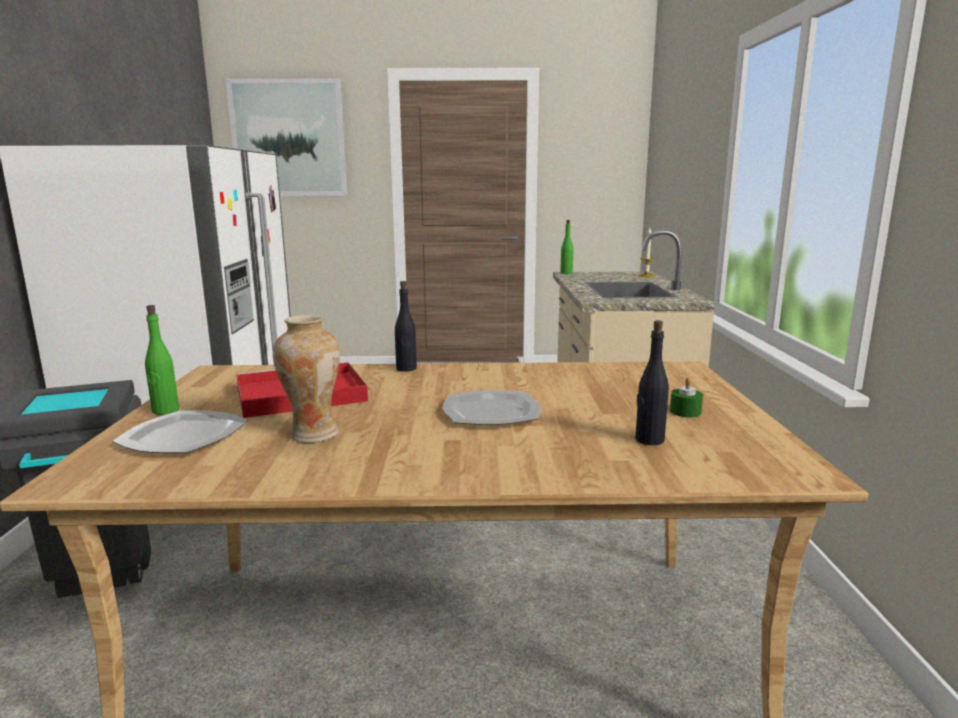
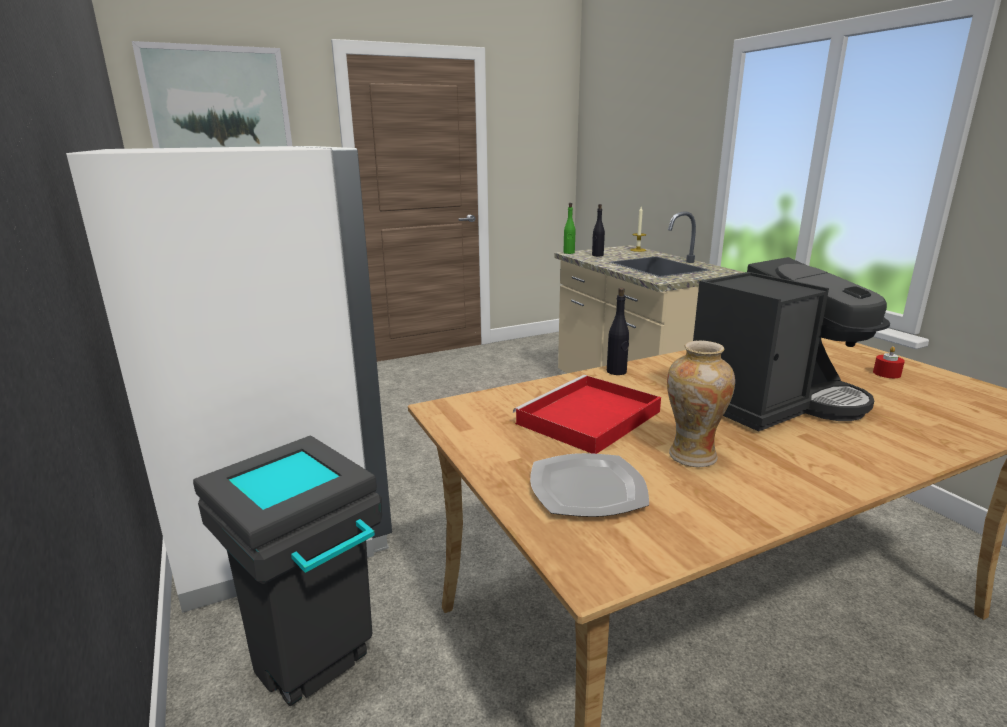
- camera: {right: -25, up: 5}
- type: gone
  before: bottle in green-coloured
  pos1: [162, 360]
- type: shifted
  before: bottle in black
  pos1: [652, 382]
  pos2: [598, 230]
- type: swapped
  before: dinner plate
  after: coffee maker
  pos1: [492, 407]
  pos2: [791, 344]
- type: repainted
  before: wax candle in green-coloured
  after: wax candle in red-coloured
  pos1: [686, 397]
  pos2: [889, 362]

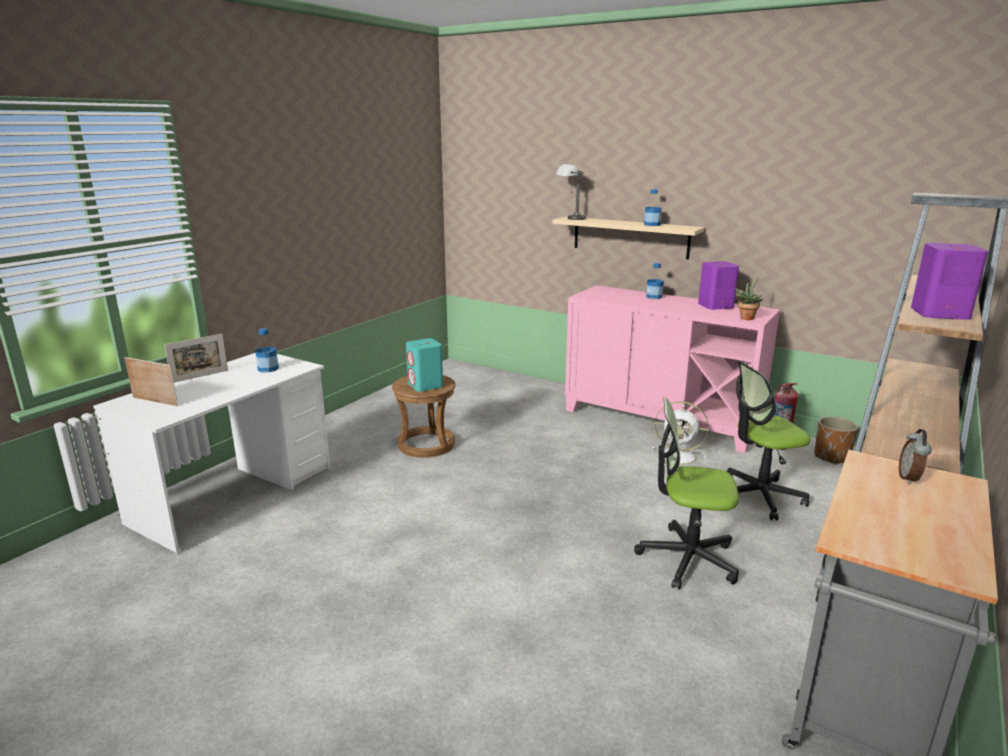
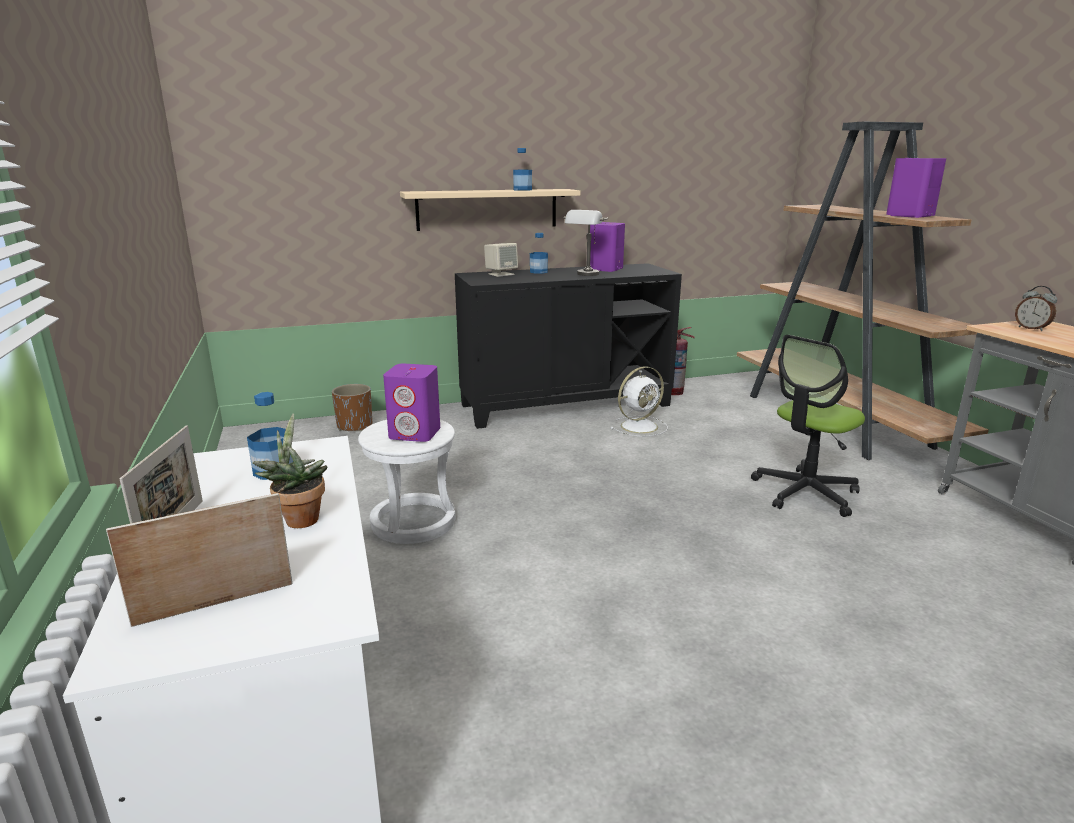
- camera: {right: -50, up: 0}
- type: gone
  before: desk chair
  pos1: [768, 441]
- type: new
  after: loudspeaker in sand-coloured
  pos2: [501, 260]
- type: shifted
  before: tabletop lamp in greyish
  pos1: [571, 192]
  pos2: [586, 243]
- type: shifted
  before: plant in a pot
  pos1: [749, 298]
  pos2: [290, 470]
- type: shifted
  before: flower pot in brown-coloured
  pos1: [836, 441]
  pos2: [352, 407]
- type: repainted
  before: stool seat in brown-coloured
  after: stool seat in whitish
  pos1: [424, 416]
  pos2: [406, 482]
- type: repainted
  before: loudspeaker in blue-green
  after: loudspeaker in purplish
  pos1: [424, 365]
  pos2: [411, 403]
- type: repainted
  before: cabinet in pink-coloured
  after: cabinet in black
  pos1: [672, 369]
  pos2: [568, 346]

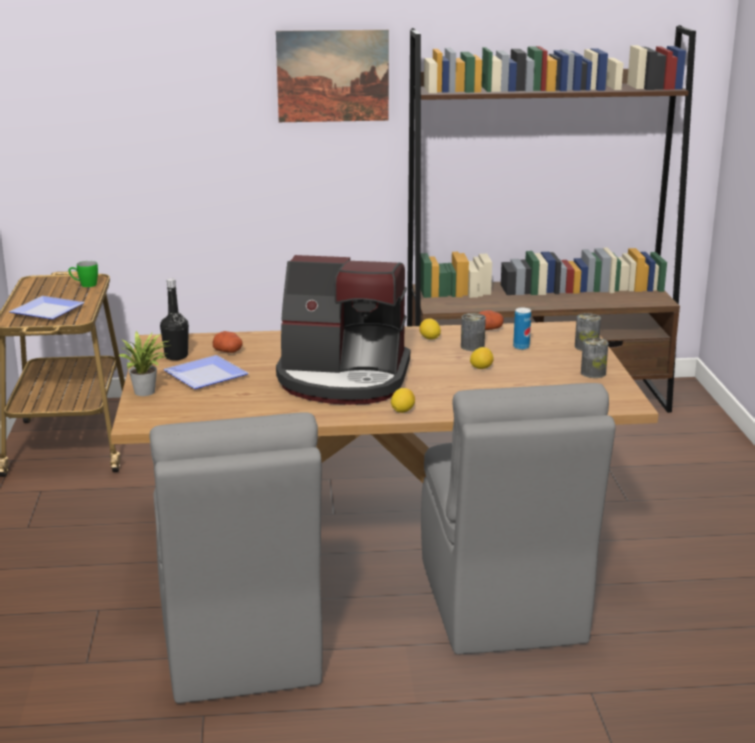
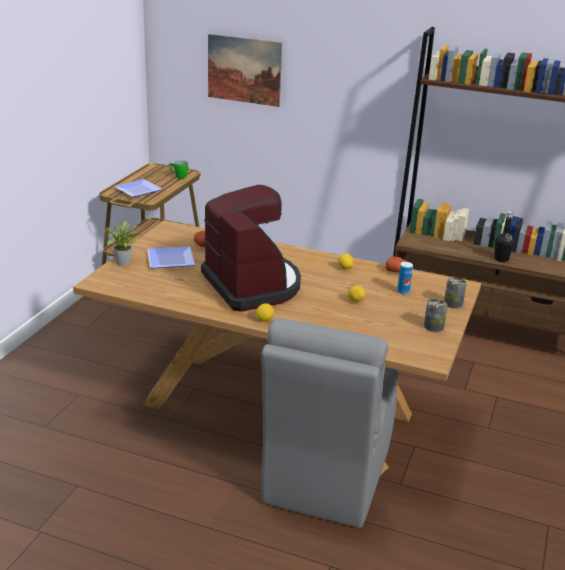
- camera: {right: 25, up: 5}
- type: gone
  before: upright chair in greyish
  pos1: [236, 558]
- type: gone
  before: can
  pos1: [473, 332]
- type: shifted
  before: bottle in black
  pos1: [174, 319]
  pos2: [504, 236]
- type: shifted
  before: picture
  pos1: [332, 76]
  pos2: [245, 70]
- type: rotated
  before: coffee maker
  pos1: [343, 330]
  pos2: [251, 248]
  turn: -150

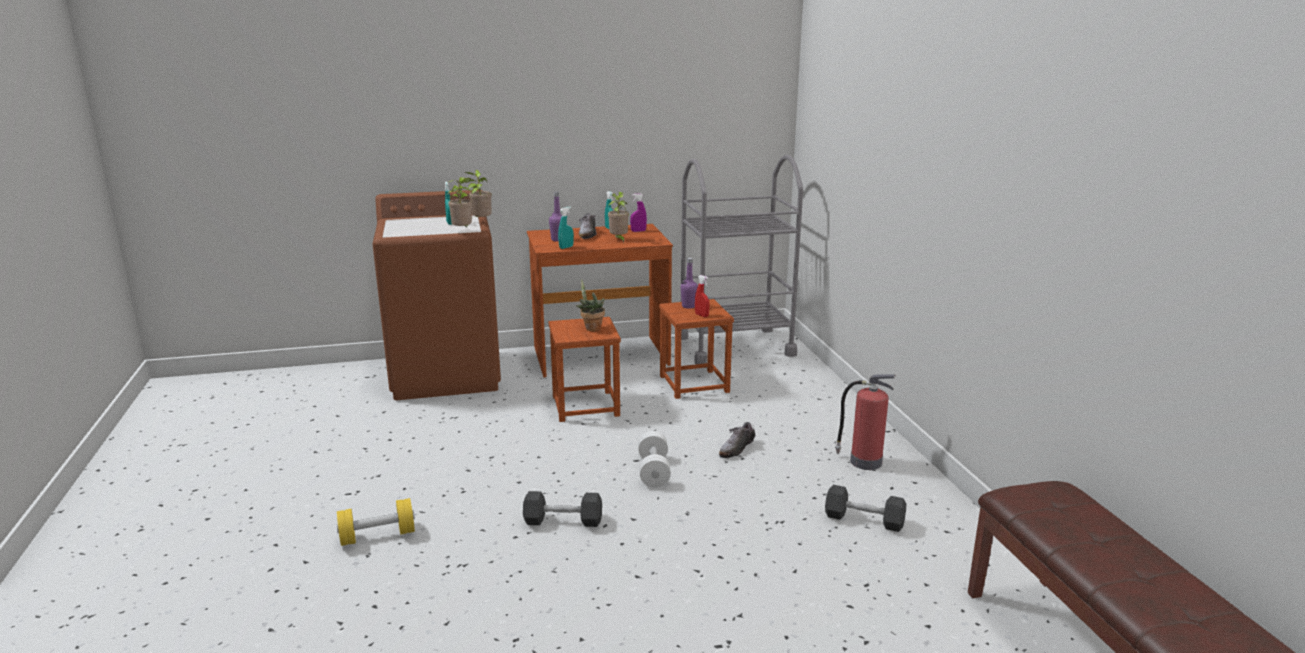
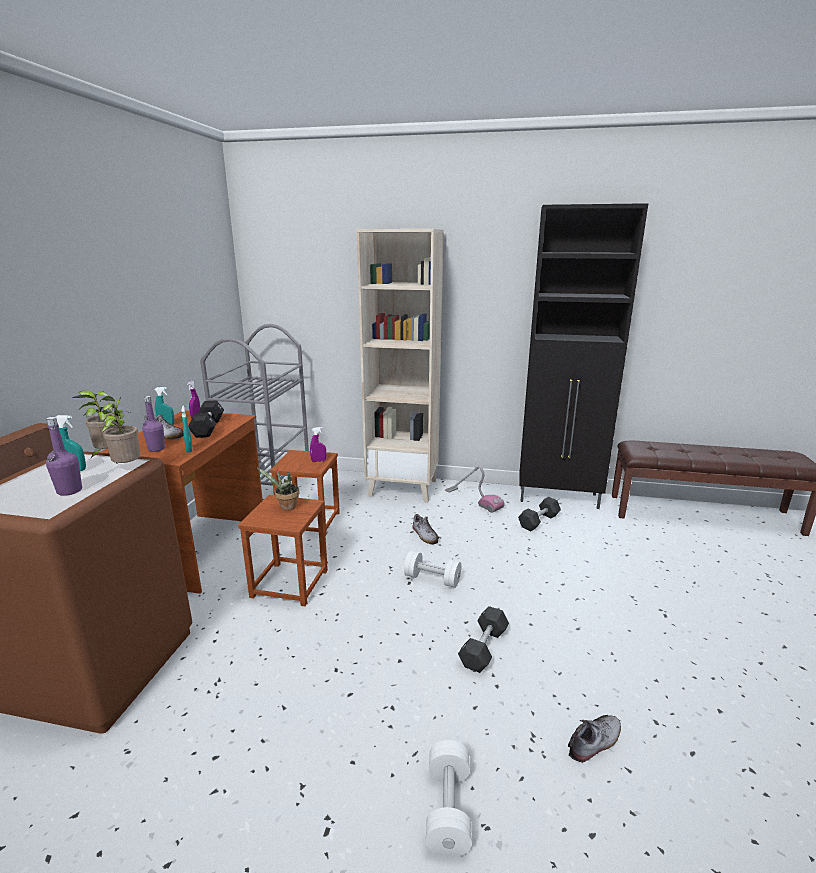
- camera: {right: -65, up: 0}
- type: new
  after: bookcase in sand-coloured
  pos2: [400, 365]
- type: new
  after: cabinet in black
  pos2: [583, 356]
- type: new
  after: shoe
  pos2: [594, 739]
- type: shifted
  before: bottle in purplish
  pos1: [689, 283]
  pos2: [64, 456]
- type: swapped
  before: plant in a pot
  after: free weight in black
  pos1: [618, 217]
  pos2: [206, 419]
- type: swapped
  before: fire-fighting cylinder
  after: vacuum
  pos1: [865, 422]
  pos2: [475, 489]
- type: repainted
  before: free weight in yellow-coloured
  after: free weight in whitish
  pos1: [376, 522]
  pos2: [449, 798]
- type: repainted
  before: spray bottle in red-coloured
  after: spray bottle in purplish
  pos1: [702, 296]
  pos2: [318, 444]

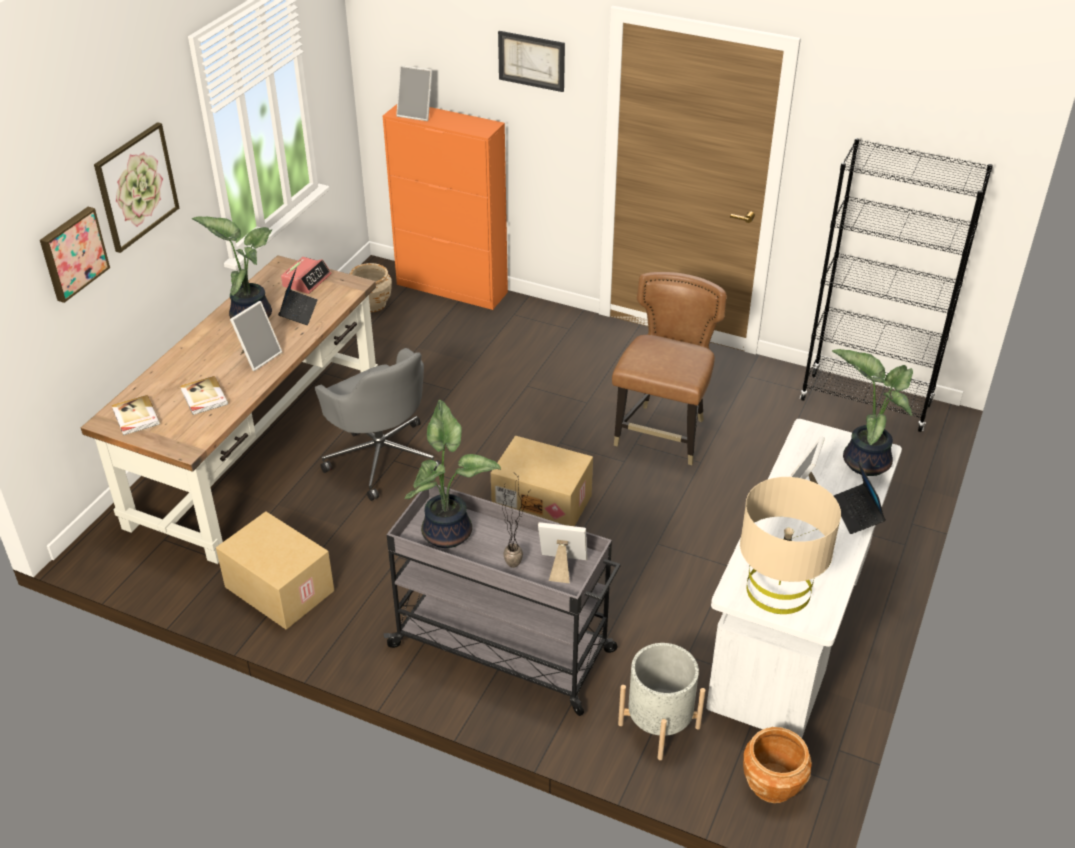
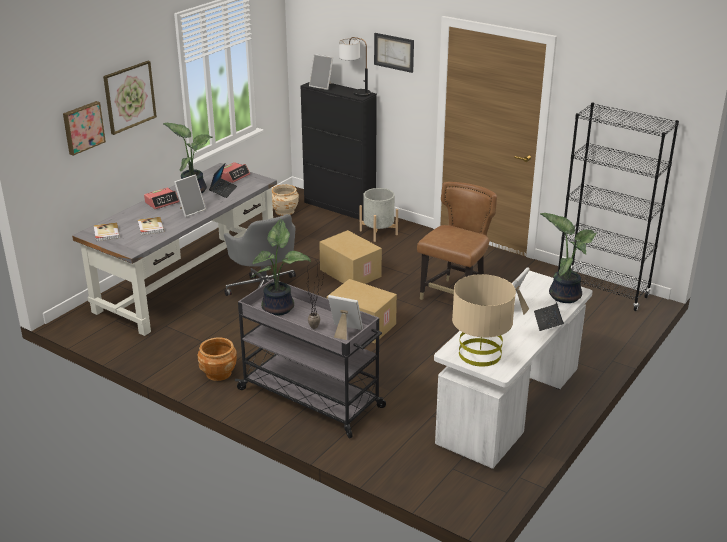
- camera: {right: 10, up: -10}
- type: new
  after: bedside clock
  pos2: [161, 198]
- type: new
  after: tabletop lamp
  pos2: [355, 67]
- type: shifted
  before: packing box
  pos1: [275, 570]
  pos2: [350, 257]
- type: shifted
  before: flower pot in greyish
  pos1: [662, 701]
  pos2: [379, 215]
- type: shifted
  before: flower pot in brown-coloured
  pos1: [777, 765]
  pos2: [217, 359]
- type: repainted
  before: desk unit in brown-coloured
  after: desk unit in greyish
  pos1: [229, 409]
  pos2: [174, 249]
- type: repainted
  before: cabinet in orangey
  after: cabinet in black
  pos1: [445, 207]
  pos2: [338, 151]

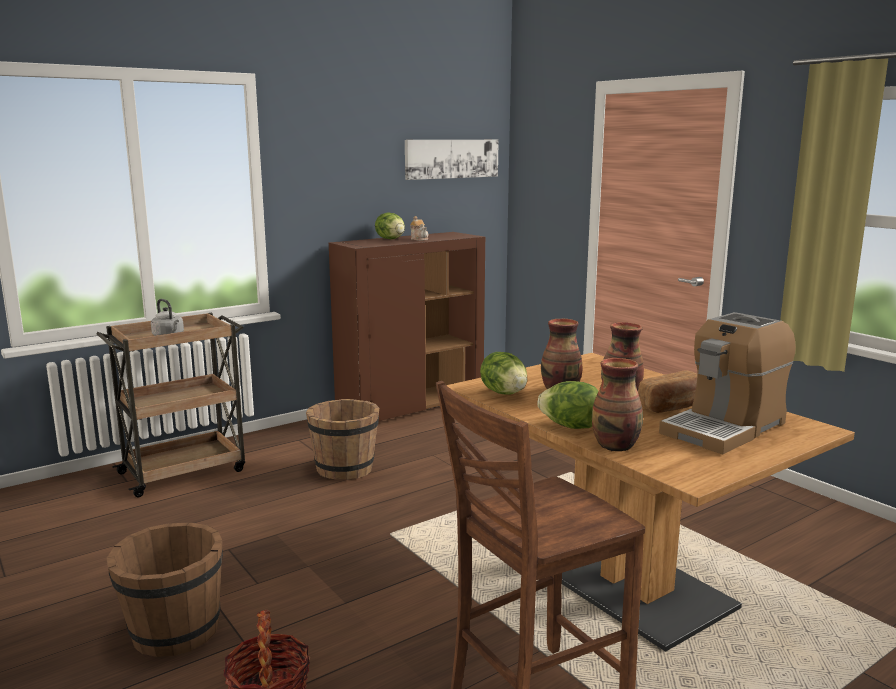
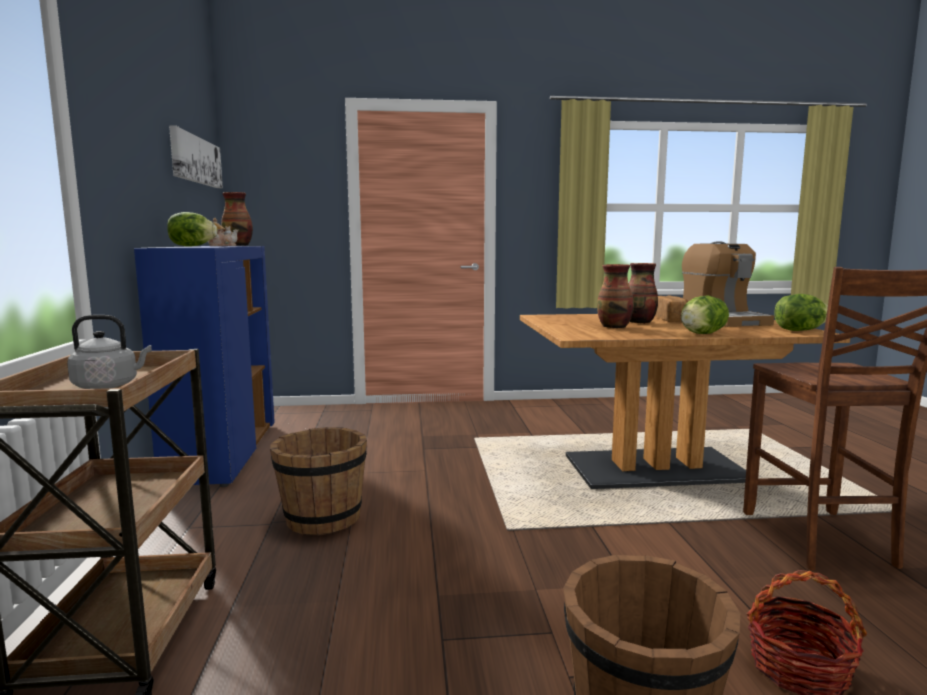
- camera: {right: -60, up: -5}
- type: shifted
  before: lettuce
  pos1: [503, 373]
  pos2: [801, 312]
- type: shifted
  before: decorative vase
  pos1: [617, 404]
  pos2: [237, 219]
- type: repainted
  before: cabinet in brown-coloured
  after: cabinet in bluish
  pos1: [407, 326]
  pos2: [204, 366]

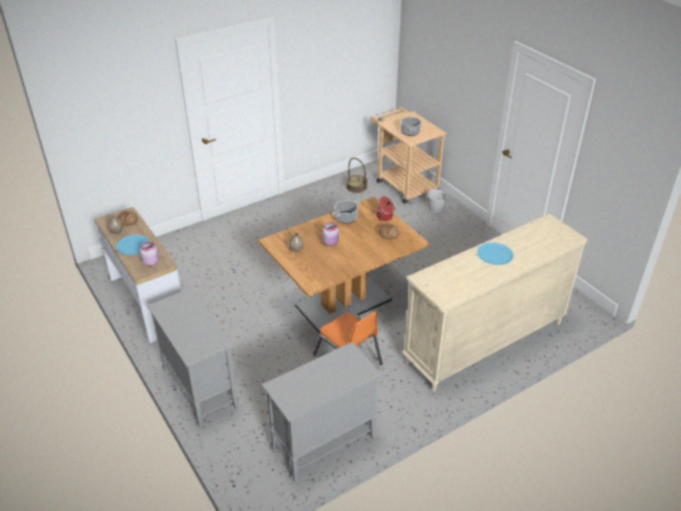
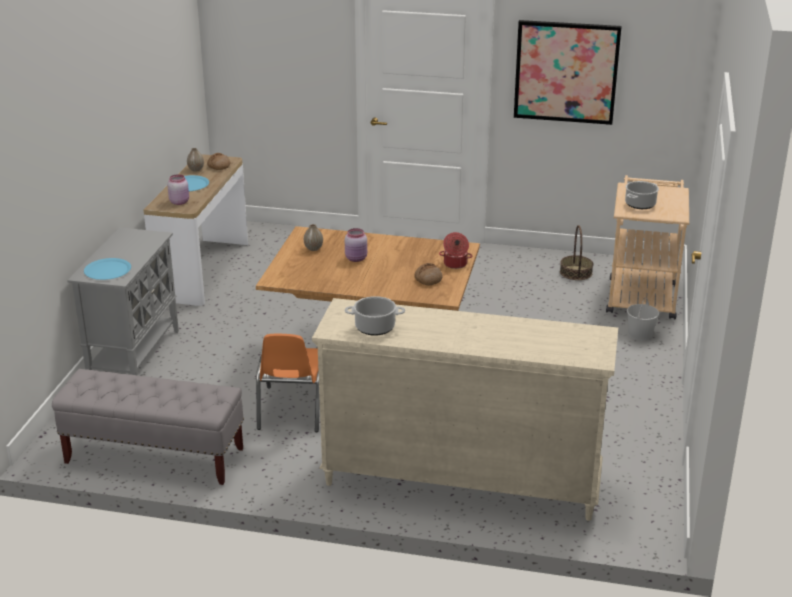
- camera: {right: 45, up: -10}
- type: new
  after: picture
  pos2: [568, 72]
- type: shifted
  before: stockpot
  pos1: [346, 212]
  pos2: [375, 316]
- type: shifted
  before: dinner plate in bluish
  pos1: [495, 253]
  pos2: [107, 269]
- type: swapped
  before: cabinet in greyish
  after: bench in greyish
  pos1: [322, 412]
  pos2: [148, 427]

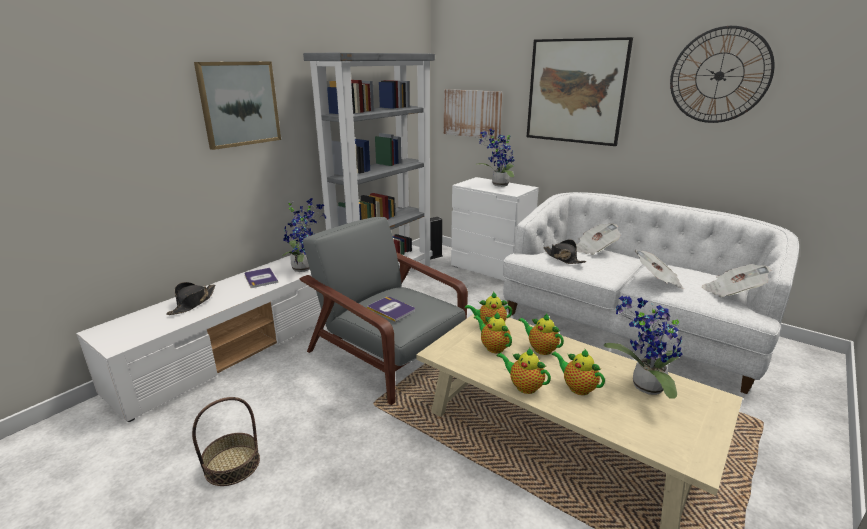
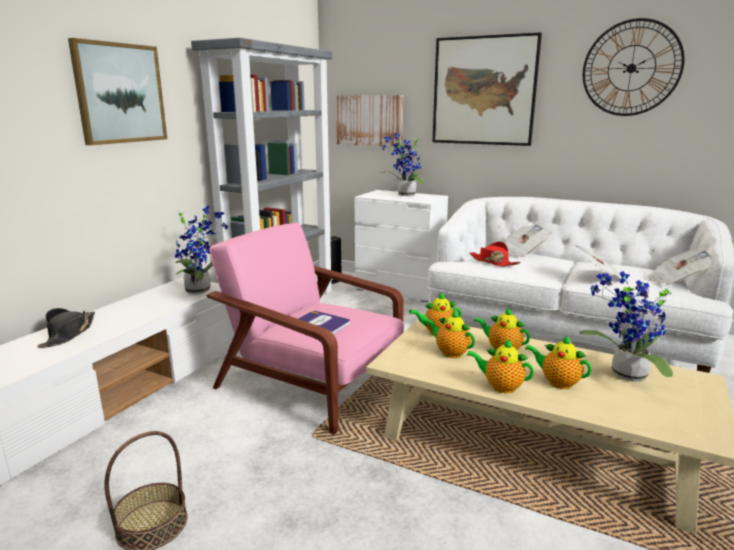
- camera: {right: -10, up: -5}
- type: gone
  before: book
  pos1: [261, 278]
- type: repainted
  before: armchair in greyish
  after: armchair in pink-coloured
  pos1: [383, 311]
  pos2: [305, 329]
- type: repainted
  before: wearable hat in black
  after: wearable hat in red-coloured
  pos1: [564, 251]
  pos2: [495, 254]

